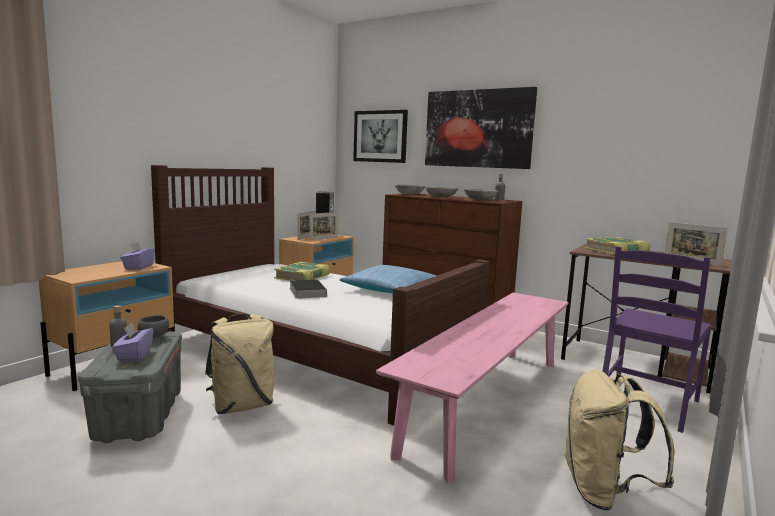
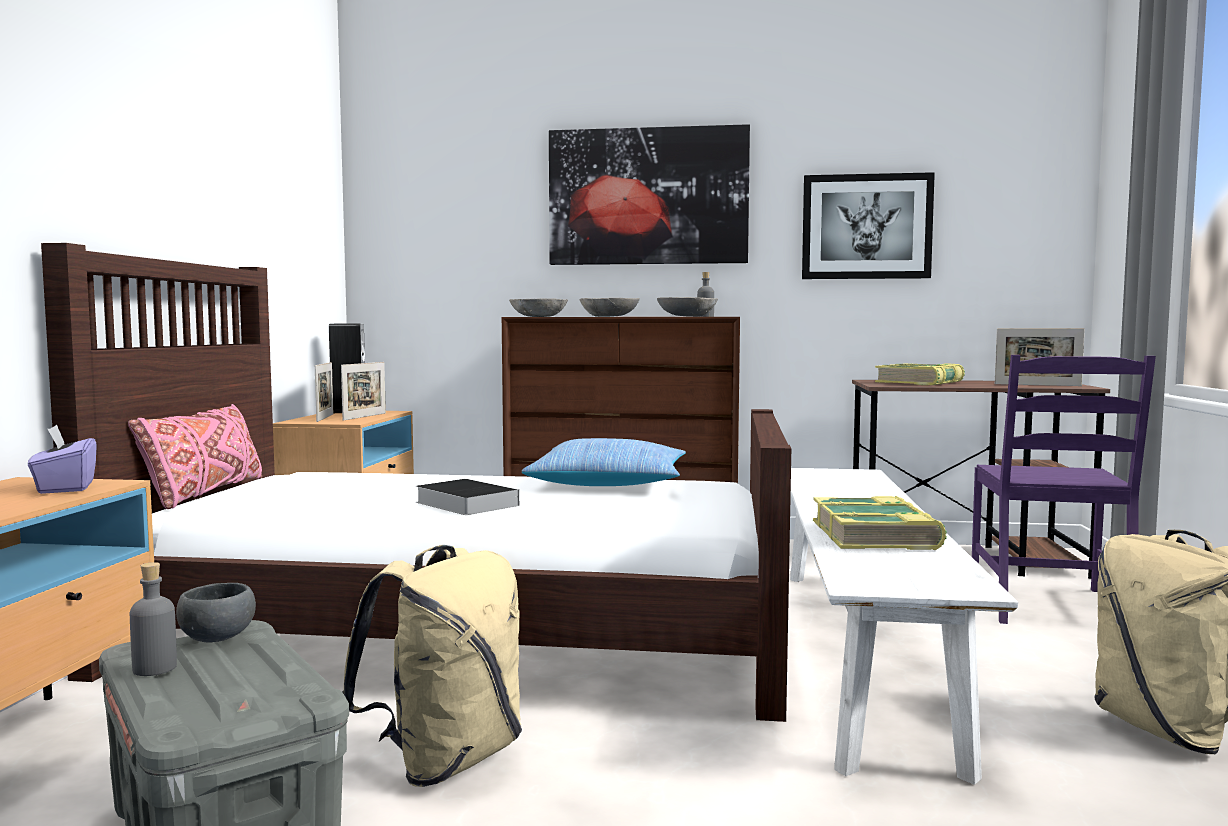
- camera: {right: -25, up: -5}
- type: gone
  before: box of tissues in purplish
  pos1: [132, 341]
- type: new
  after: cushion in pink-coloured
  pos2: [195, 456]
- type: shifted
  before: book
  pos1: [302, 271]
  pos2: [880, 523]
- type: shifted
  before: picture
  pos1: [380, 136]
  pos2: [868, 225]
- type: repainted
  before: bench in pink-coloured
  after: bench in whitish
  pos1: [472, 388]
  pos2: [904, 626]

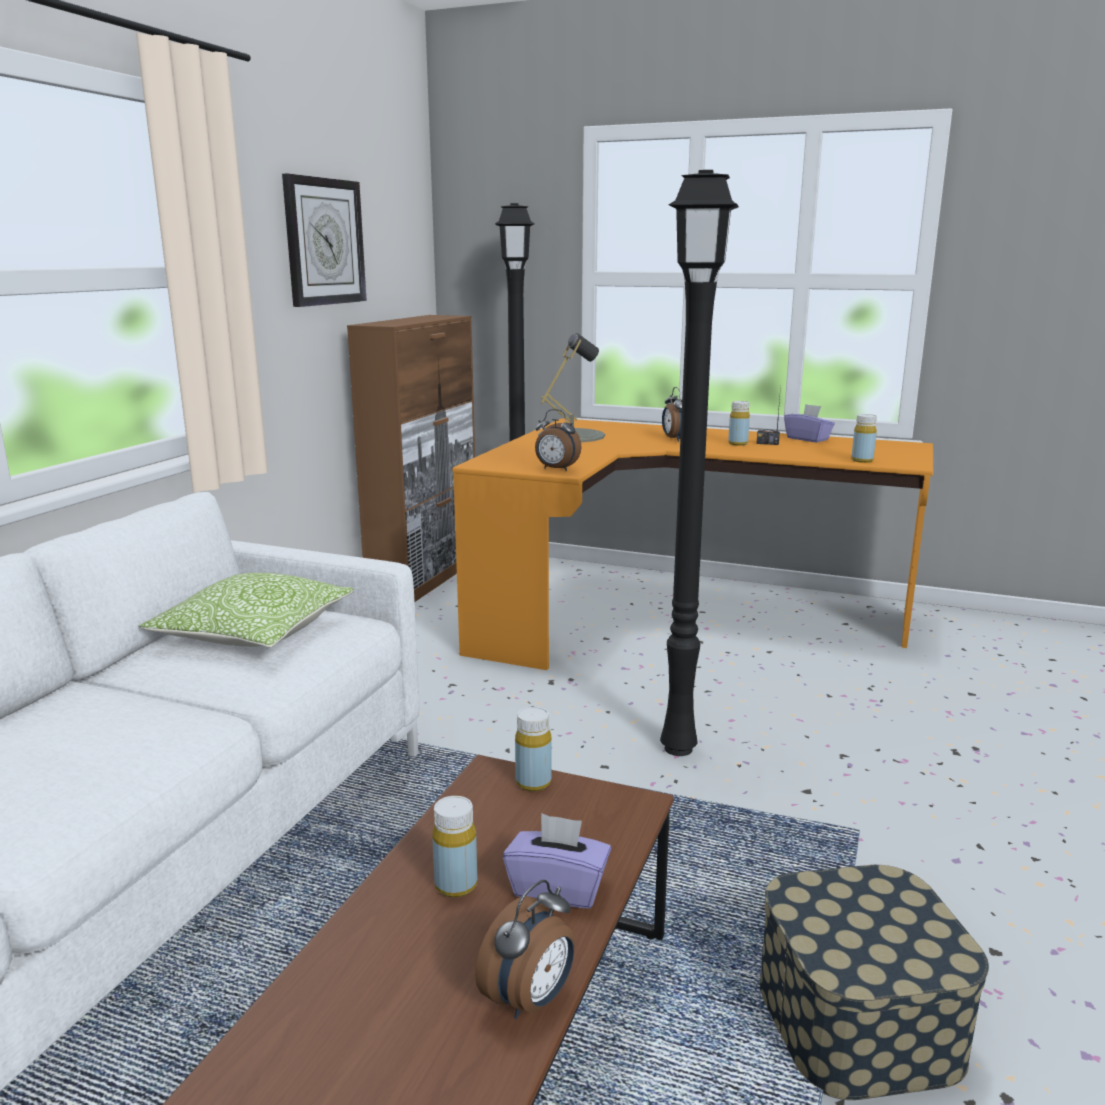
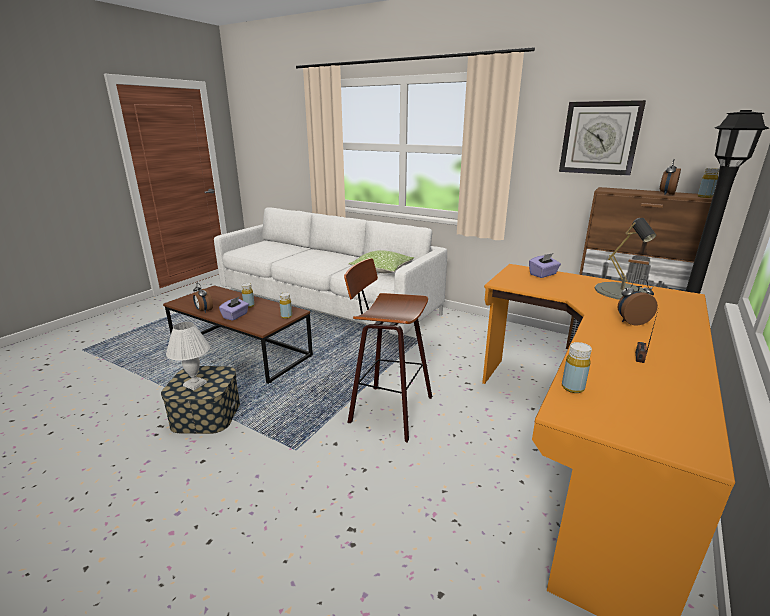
- camera: {right: 100, up: 5}
- type: new
  after: tabletop lamp in whitish
  pos2: [188, 356]
- type: shifted
  before: bedside clock
  pos1: [558, 440]
  pos2: [670, 177]
- type: shifted
  before: bottle in yellow-coloured
  pos1: [739, 423]
  pos2: [708, 183]
- type: shifted
  before: box of tissues in purplish
  pos1: [809, 423]
  pos2: [545, 265]
- type: swapped
  before: floor lamp in black
  after: stool seat
  pos1: [699, 463]
  pos2: [388, 350]

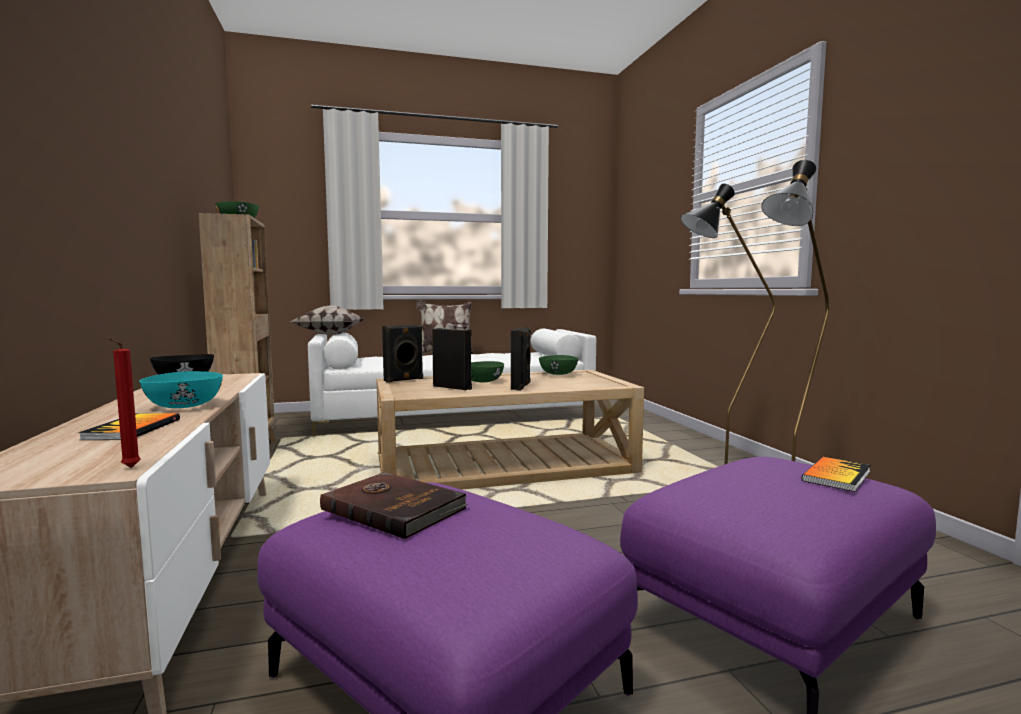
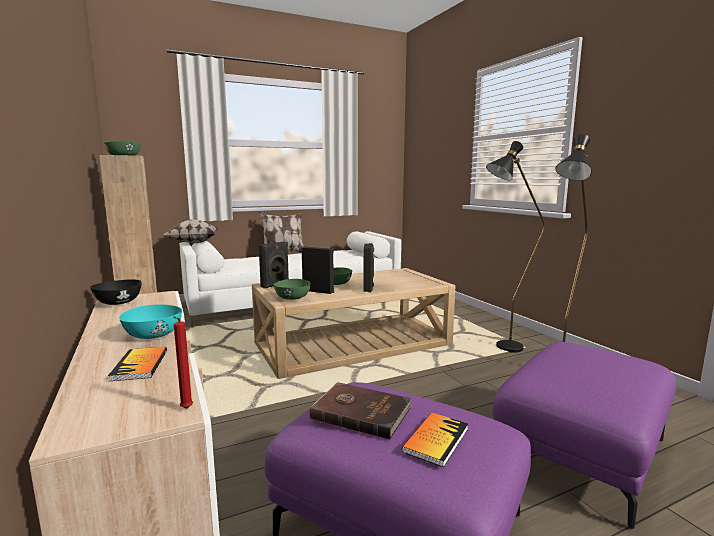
- camera: {right: -10, up: 5}
- type: shifted
  before: serving bowl in green-coloured
  pos1: [559, 365]
  pos2: [292, 289]
- type: shifted
  before: book
  pos1: [836, 474]
  pos2: [435, 440]

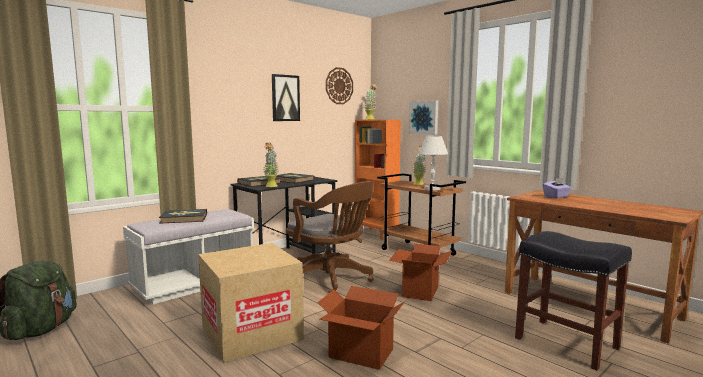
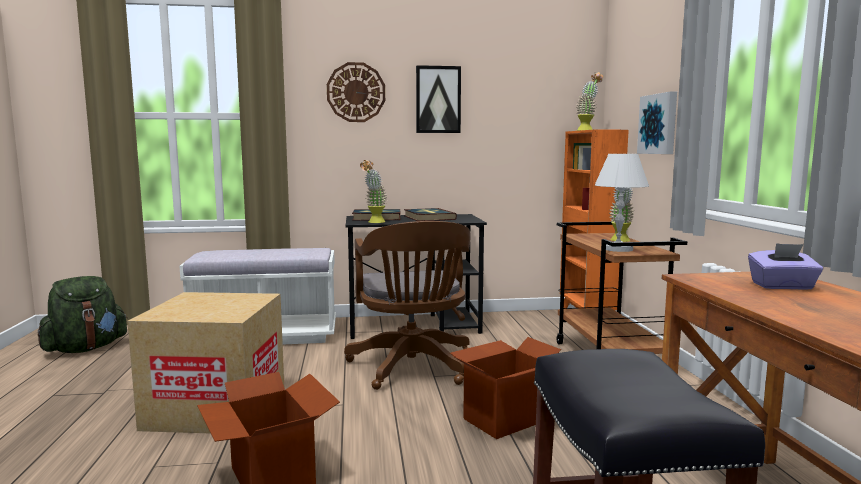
- camera: {right: 35, up: 0}
- type: gone
  before: book
  pos1: [183, 216]
- type: shifted
  before: hanging clock
  pos1: [339, 85]
  pos2: [356, 92]

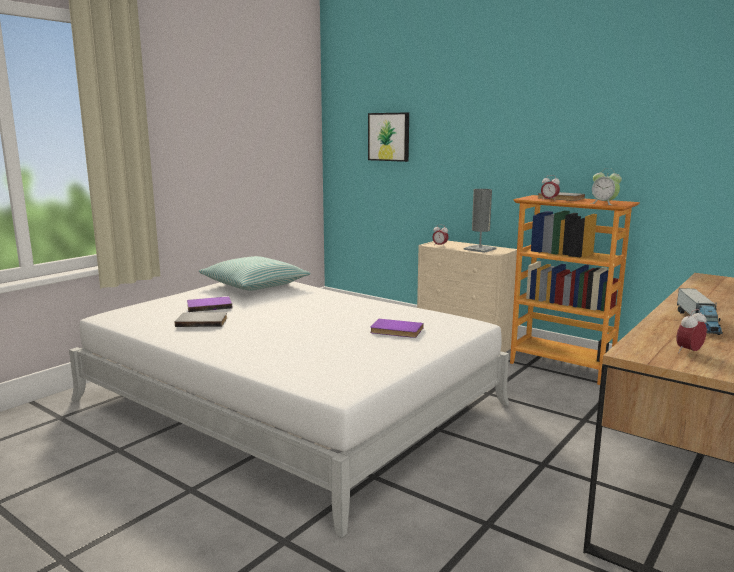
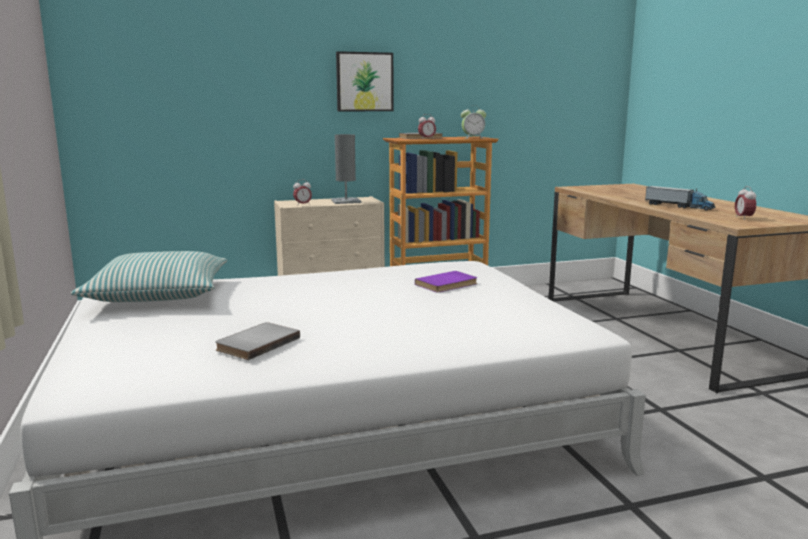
- camera: {right: -55, up: 0}
- type: gone
  before: book in purplish
  pos1: [209, 304]
- type: shifted
  before: picture
  pos1: [388, 137]
  pos2: [365, 81]

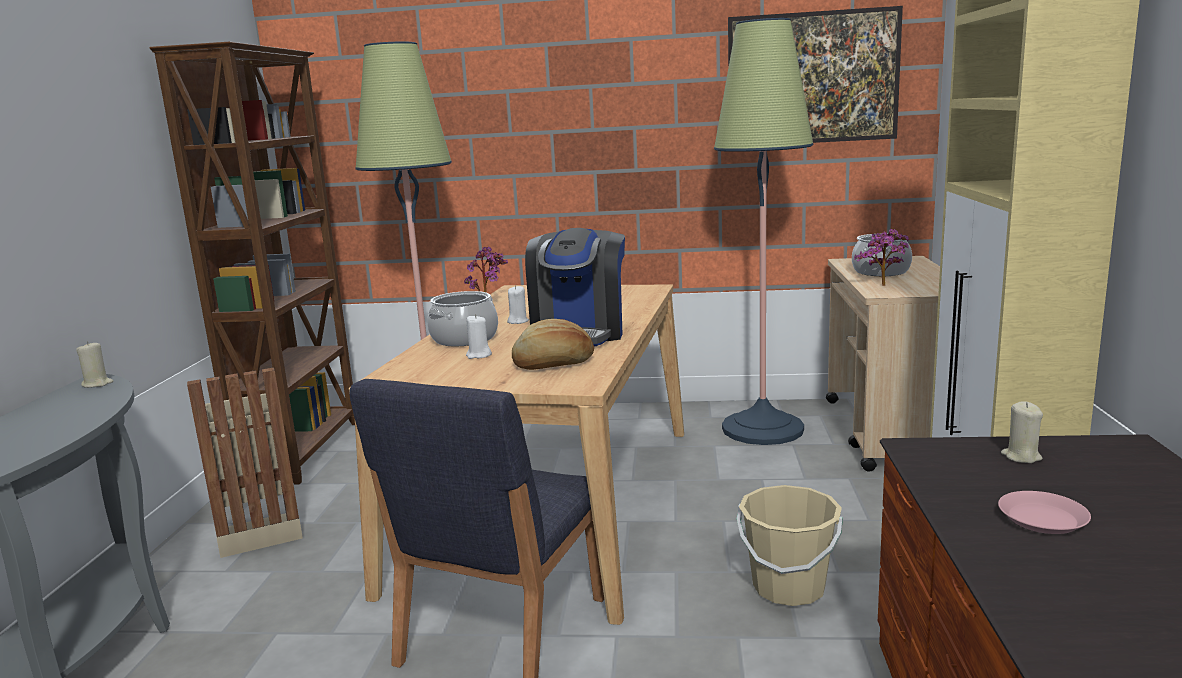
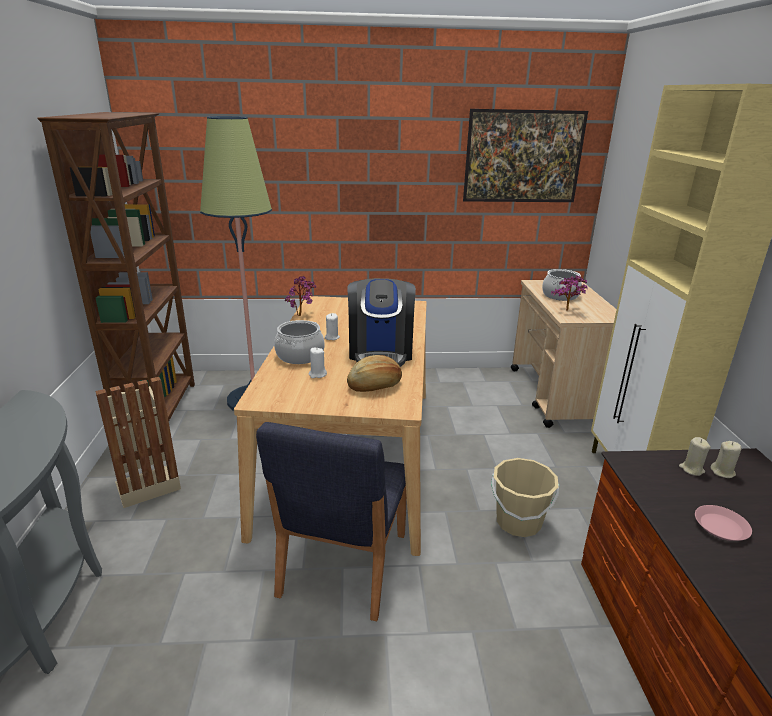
- camera: {right: -10, up: 10}
- type: gone
  before: floor lamp
  pos1: [763, 231]
- type: shifted
  before: wax candle in sand-coloured
  pos1: [94, 364]
  pos2: [726, 459]

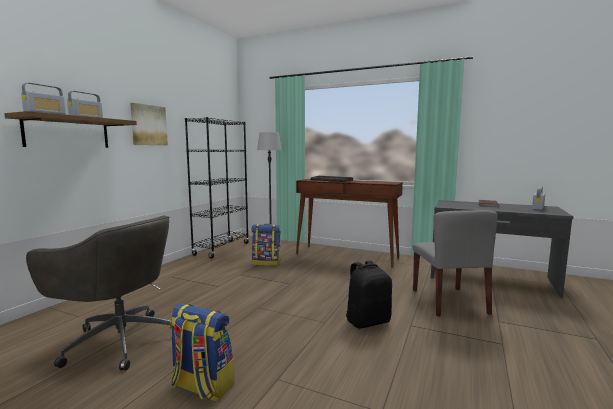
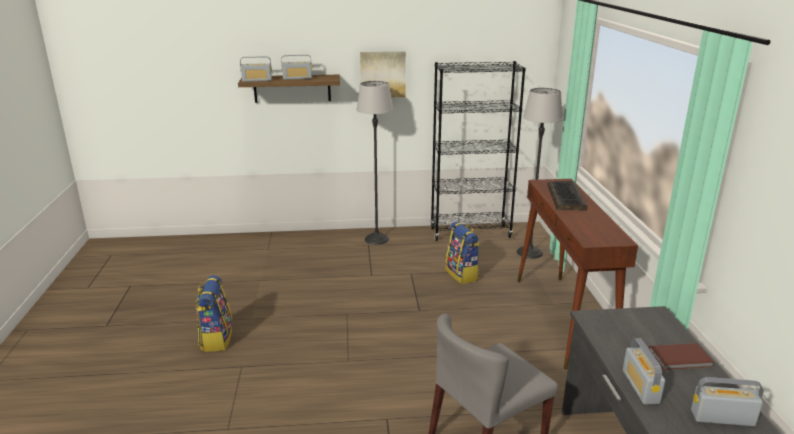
- camera: {right: 60, up: 15}
- type: gone
  before: desk chair in greyish
  pos1: [98, 293]
- type: gone
  before: rucksack in black
  pos1: [369, 294]
- type: new
  after: floor lamp
  pos2: [374, 163]
- type: new
  after: radio
  pos2: [644, 371]

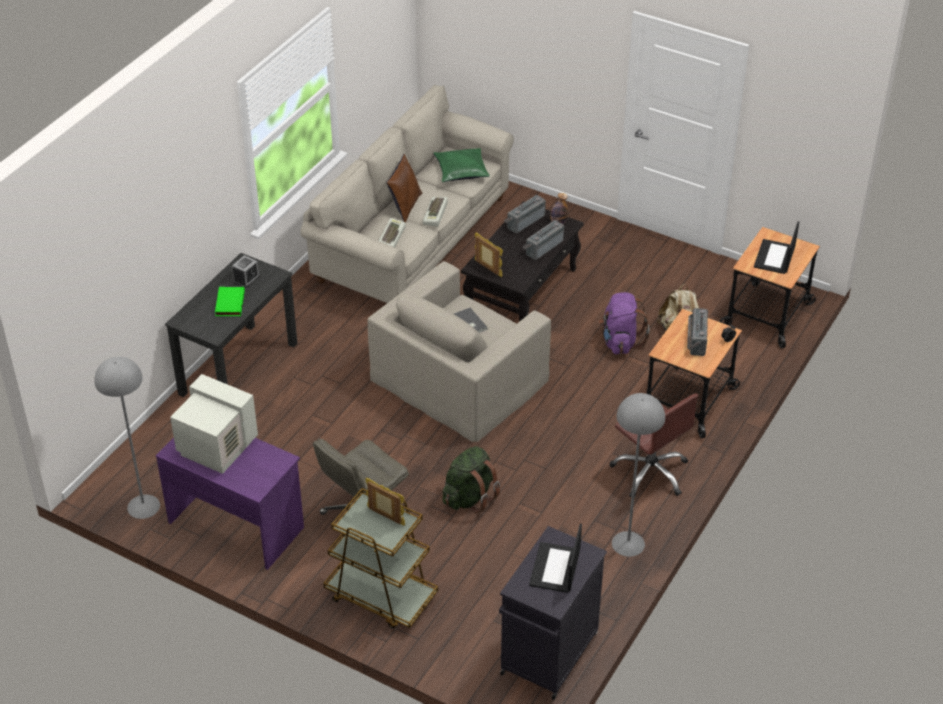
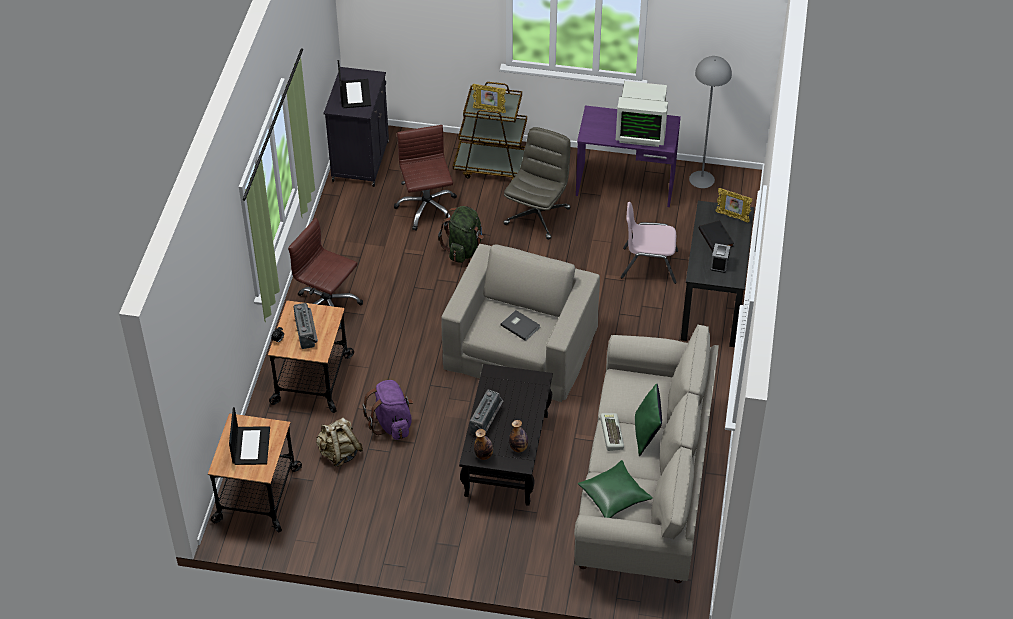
- camera: {right: 160, up: 5}
- type: gone
  before: PC keyboard
  pos1: [392, 232]
- type: gone
  before: floor lamp in greyish
  pos1: [638, 475]
- type: new
  after: desk chair in brown-coloured
  pos2: [425, 178]
- type: new
  after: upright chair in pink-coloured
  pos2: [649, 243]
- type: shifted
  before: standing frame
  pos1: [489, 255]
  pos2: [733, 205]
- type: swapped
  before: radio
  after: bottle
  pos1: [525, 214]
  pos2: [518, 436]
- type: repainted
  before: book in green-coloured
  after: book in black
  pos1: [230, 301]
  pos2: [716, 236]
- type: repainted
  before: cushion in brown-coloured
  after: cushion in green-coloured
  pos1: [404, 188]
  pos2: [648, 419]

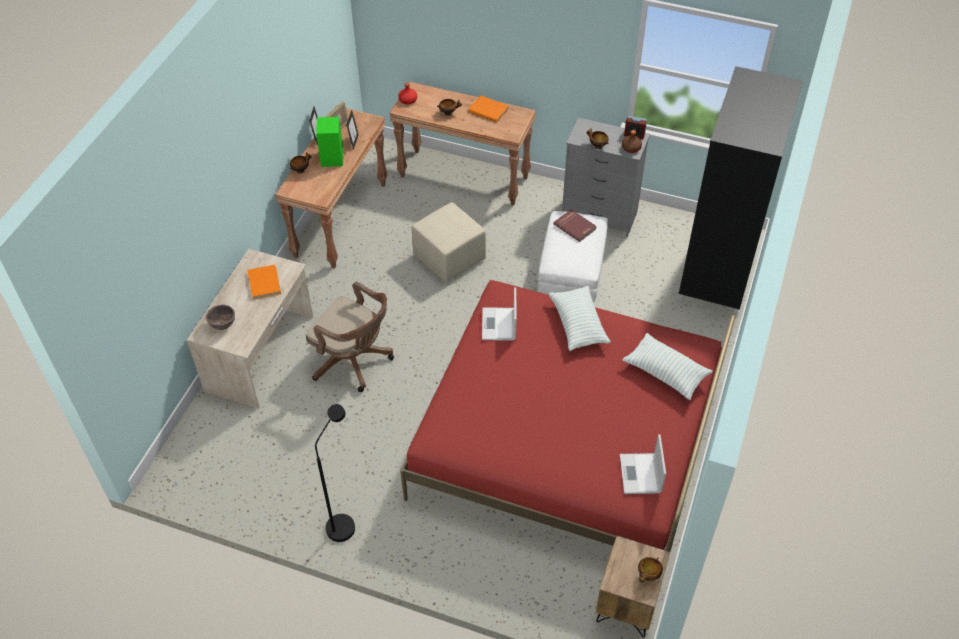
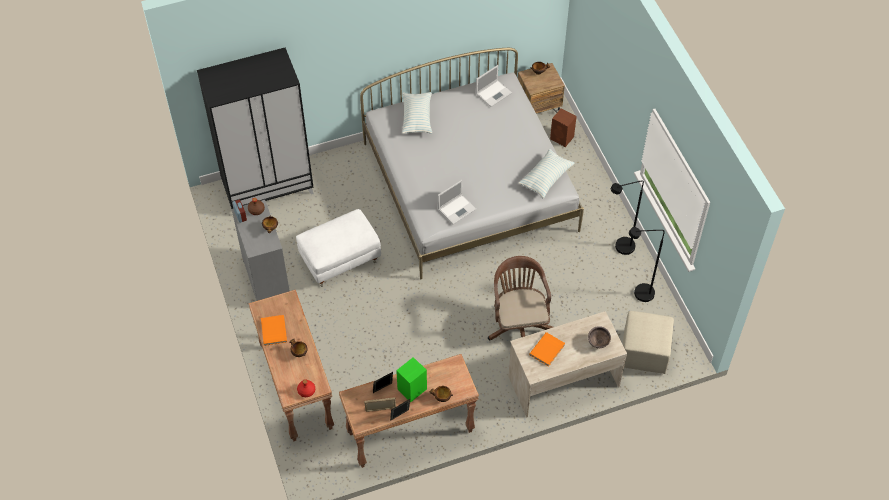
- camera: {right: -130, up: 5}
- type: gone
  before: book in red-coloured
  pos1: [575, 225]
- type: new
  after: loudspeaker in brown-coloured
  pos2: [563, 127]
- type: new
  after: floor lamp in black
  pos2: [647, 264]
- type: shifted
  before: ottoman in sand-coloured
  pos1: [448, 242]
  pos2: [648, 342]
- type: shifted
  before: cushion
  pos1: [580, 318]
  pos2: [546, 173]
- type: repainted
  before: bed in red-coloured
  after: bed in whitish
  pos1: [567, 419]
  pos2: [472, 163]

